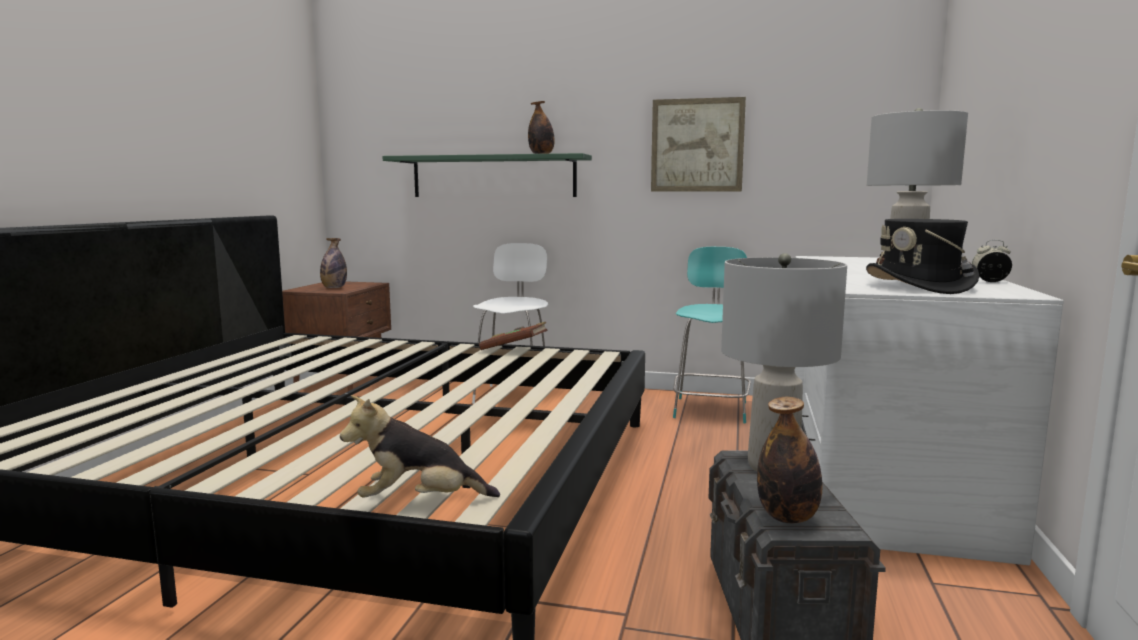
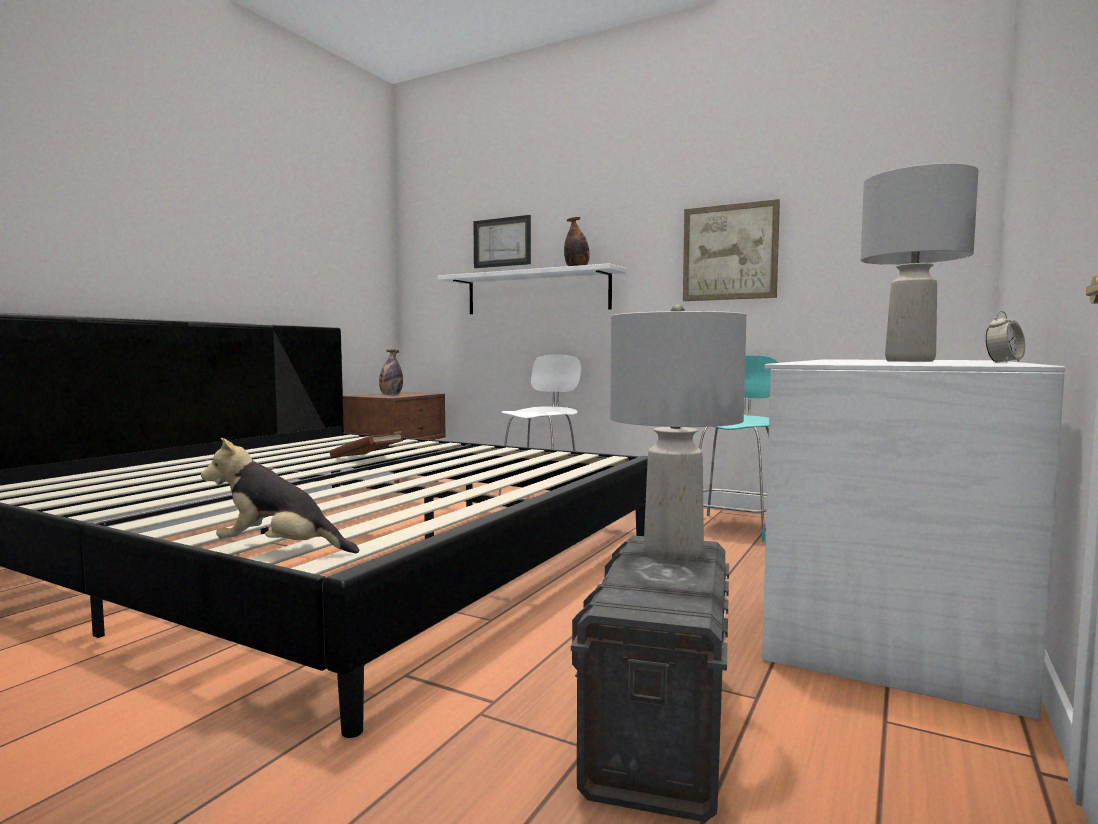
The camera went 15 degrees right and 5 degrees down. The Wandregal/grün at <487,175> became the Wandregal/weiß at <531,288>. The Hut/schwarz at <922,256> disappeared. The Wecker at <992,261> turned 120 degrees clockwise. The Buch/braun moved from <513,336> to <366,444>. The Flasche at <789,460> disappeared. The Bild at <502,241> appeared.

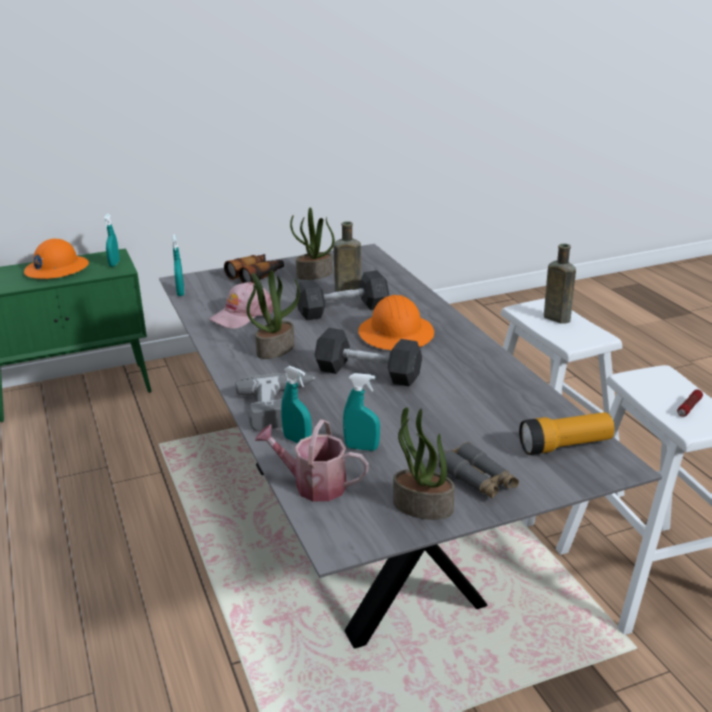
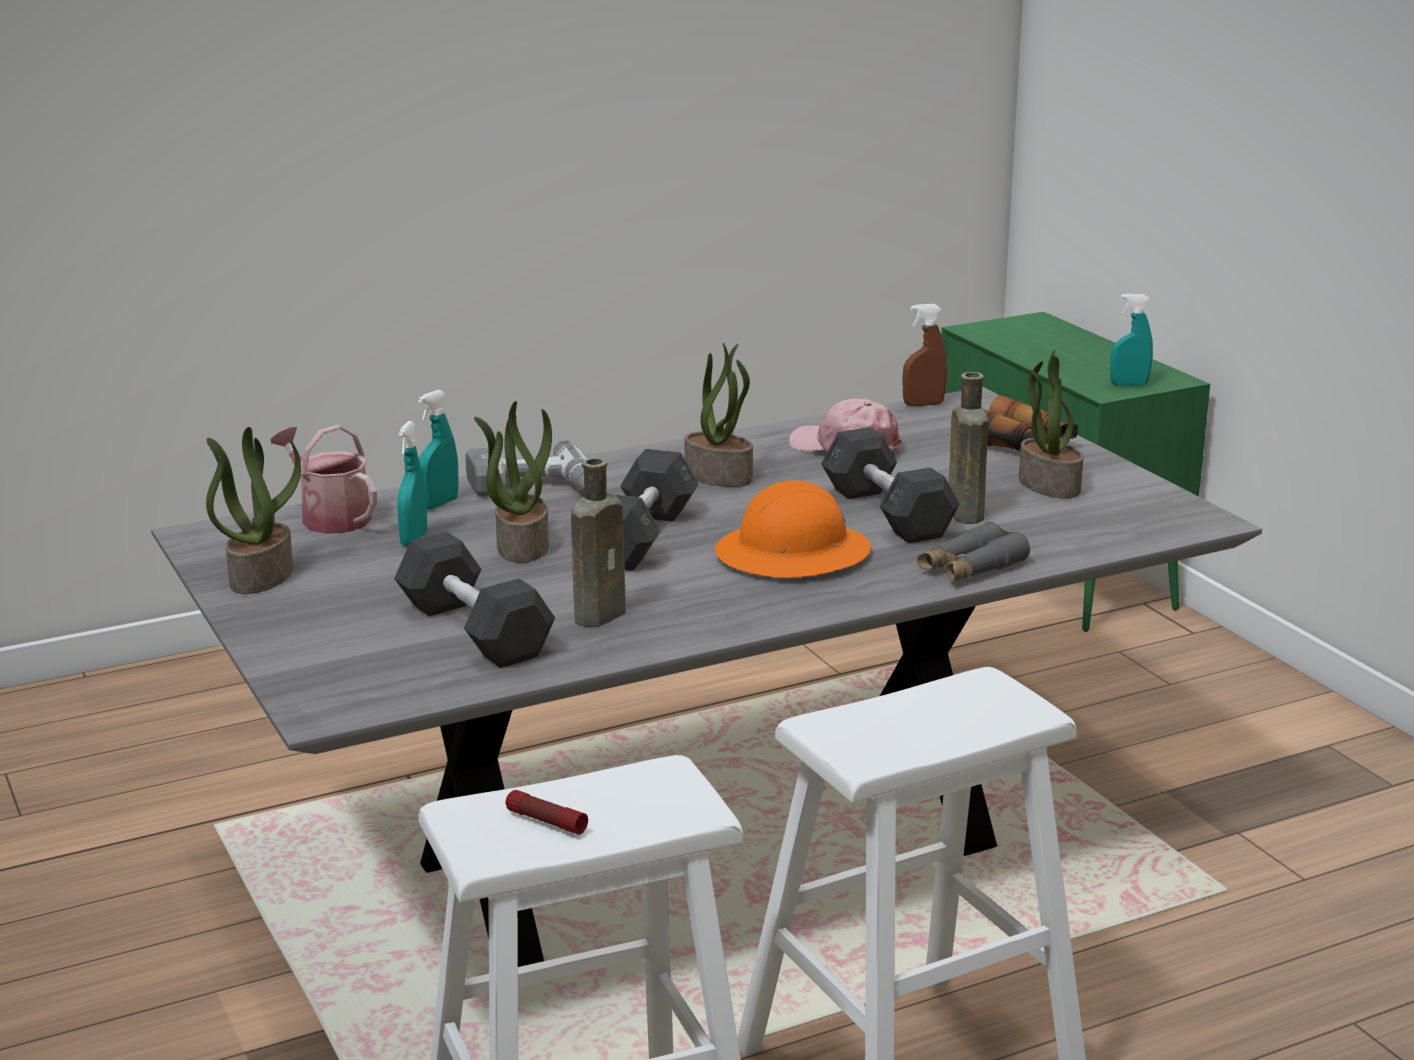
The camera went 85 degrees right and 5 degrees down. The Sprühflasche/türkis at <178,265> became the Sprühflasche/braun at <924,355>. The Schutzhelm/orange at <56,259> disappeared. The Flasche/braun moved from <560,284> to <598,542>. The Taschenlampe at <567,433> disappeared. The Gießkanne at <311,460> turned 60 degrees counterclockwise. The Fernglas/grau moved from <479,470> to <973,551>. The Topfpflanze at <513,482> appeared. The Hantel/grau at <474,600> appeared.

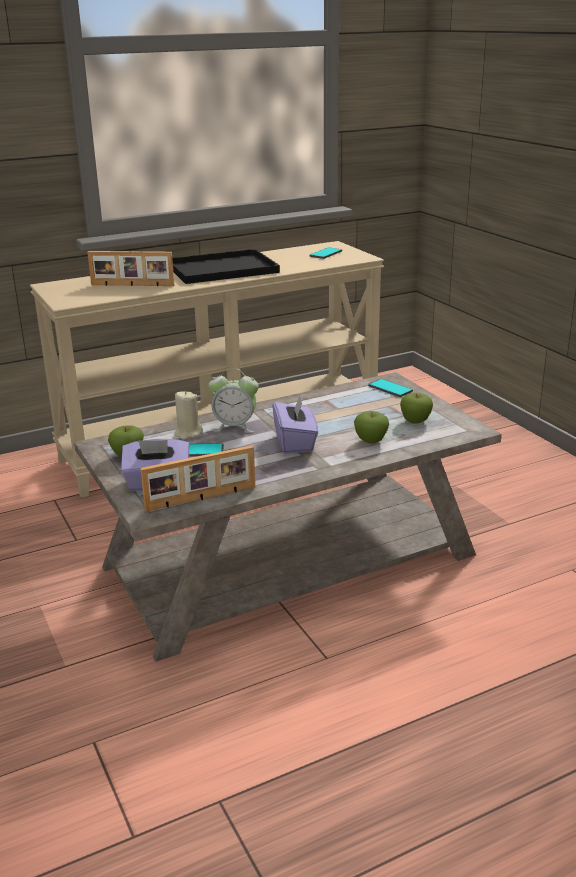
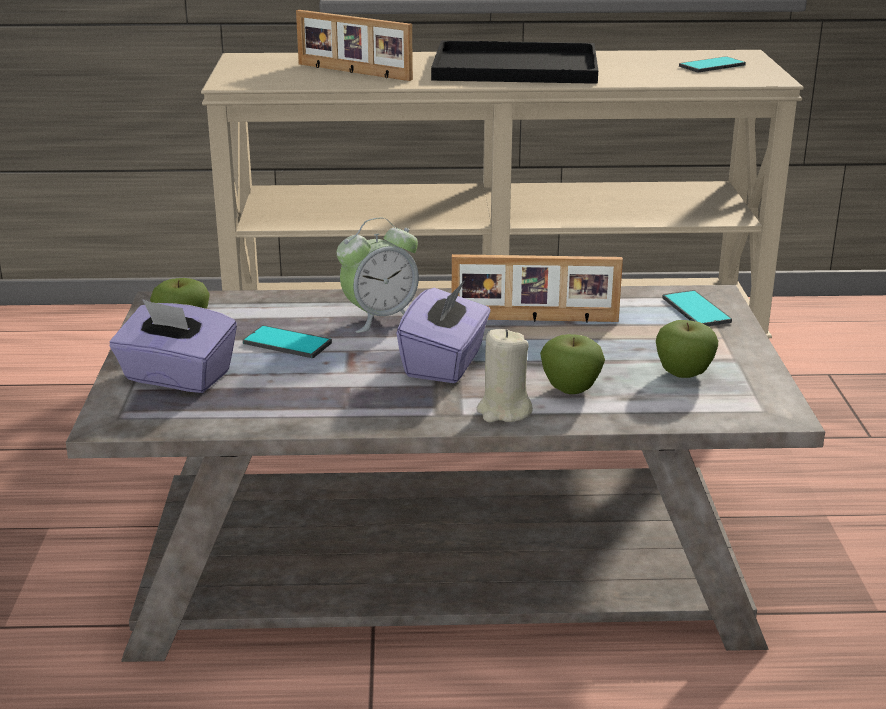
The camera went 25 degrees right and 0 degrees up. The Wecker at <233,400> turned 60 degrees counterclockwise. The Kerze/beige moved from <188,415> to <505,375>. The Bilderrahmen moved from <197,478> to <537,288>.

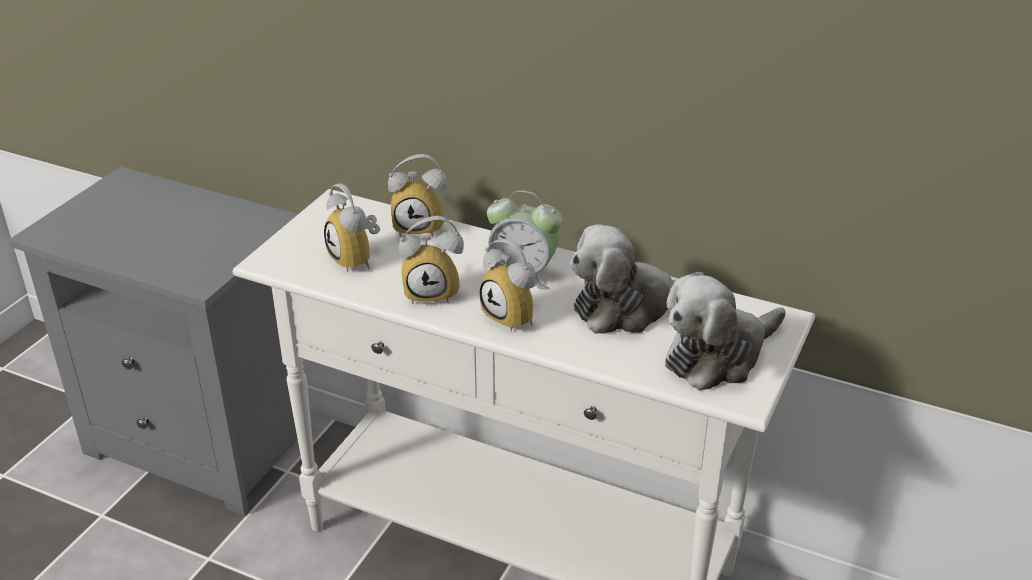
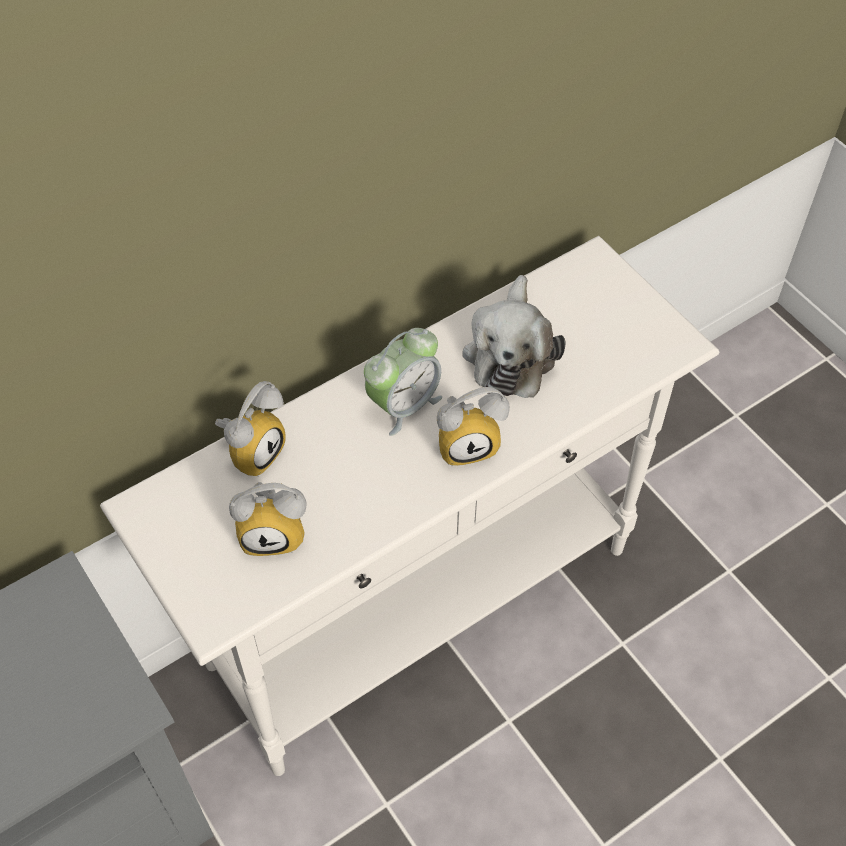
The camera went 60 degrees left and 20 degrees up. The Wecker at <431,260> disappeared. The Plüschtier at <725,333> disappeared.

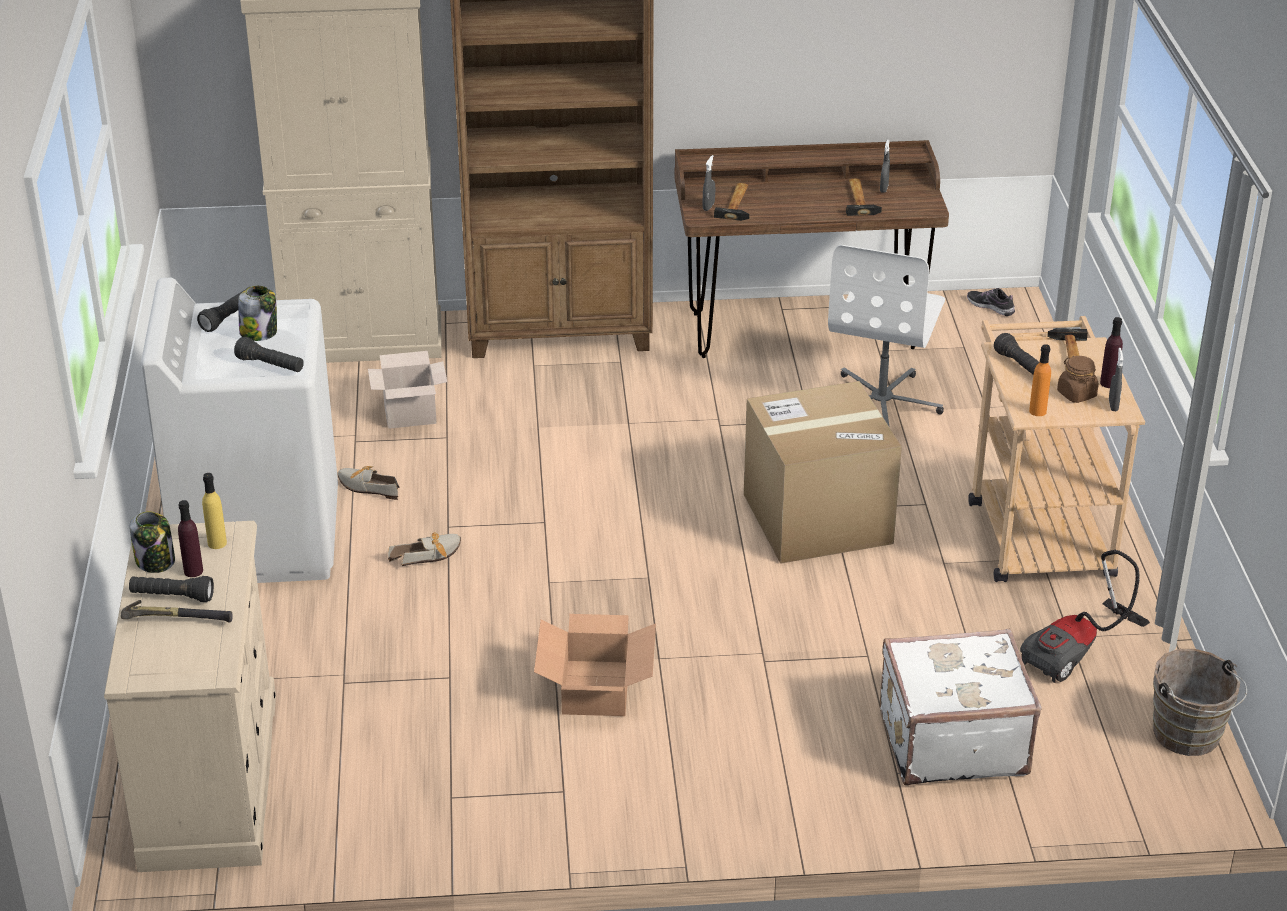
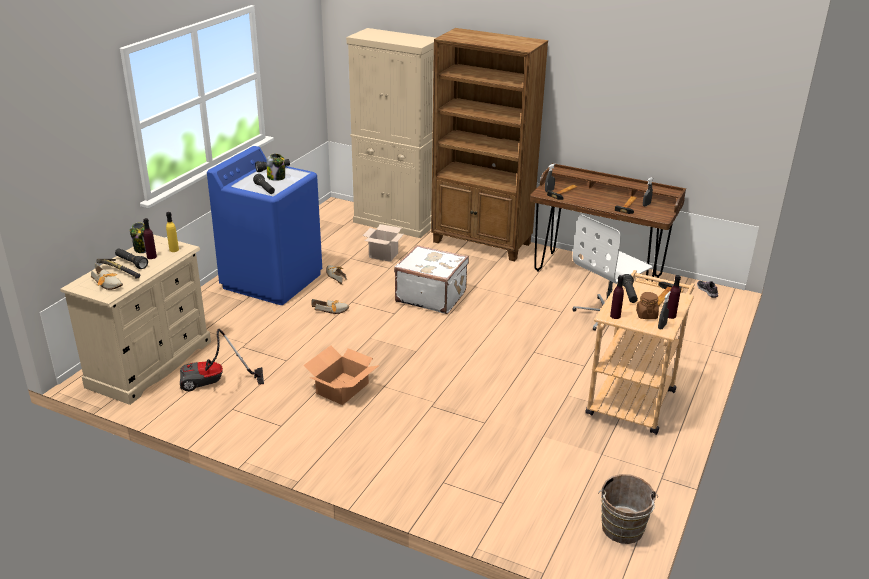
The camera went 30 degrees right and 5 degrees down. The Waschmaschine/weiß at <239,430> became the Waschmaschine/blau at <264,225>. The Flasche/orange at <1040,380> became the Flasche/lila at <617,297>. The Karton at <823,472> disappeared. The Staubsauger moved from <1085,616> to <222,360>. The Koffer/weiß moved from <961,707> to <431,279>. The Schuh at <107,277> appeared.

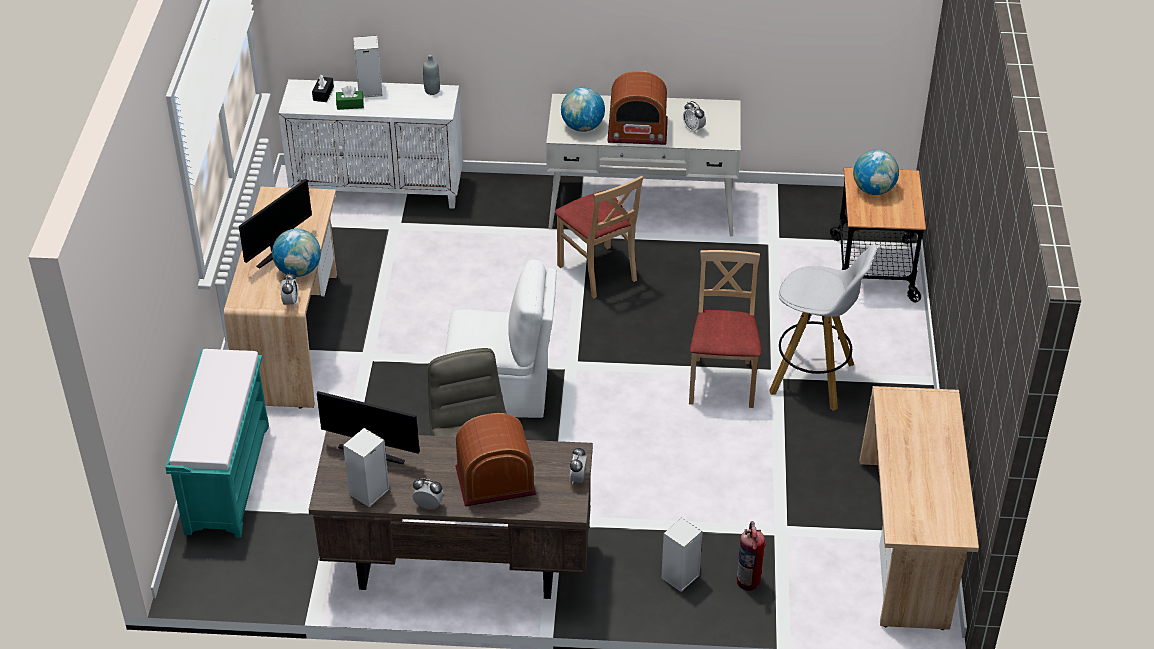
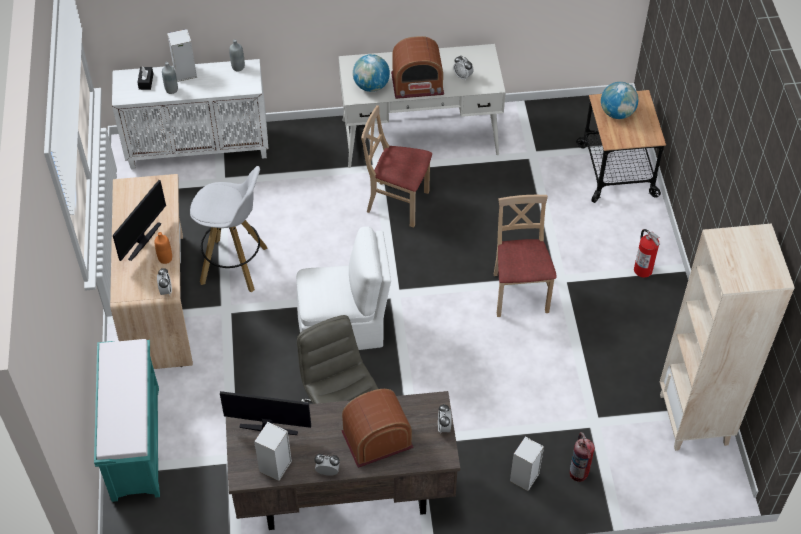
The camera went 10 degrees left and 10 degrees up. The Taschentuchbox/grün at <350,98> was replaced by the Flasche/grau at <170,78>. The Stuhl/beige at <599,237> turned 150 degrees clockwise. The Globus at <296,253> was replaced by the Flasche/orange at <163,248>. The Hocker/weiß moved from <823,327> to <229,229>. The Schreibtisch/beige at <919,508> was replaced by the Bücherregal/beige at <727,337>. The Feuerlöscher at <647,253> appeared.

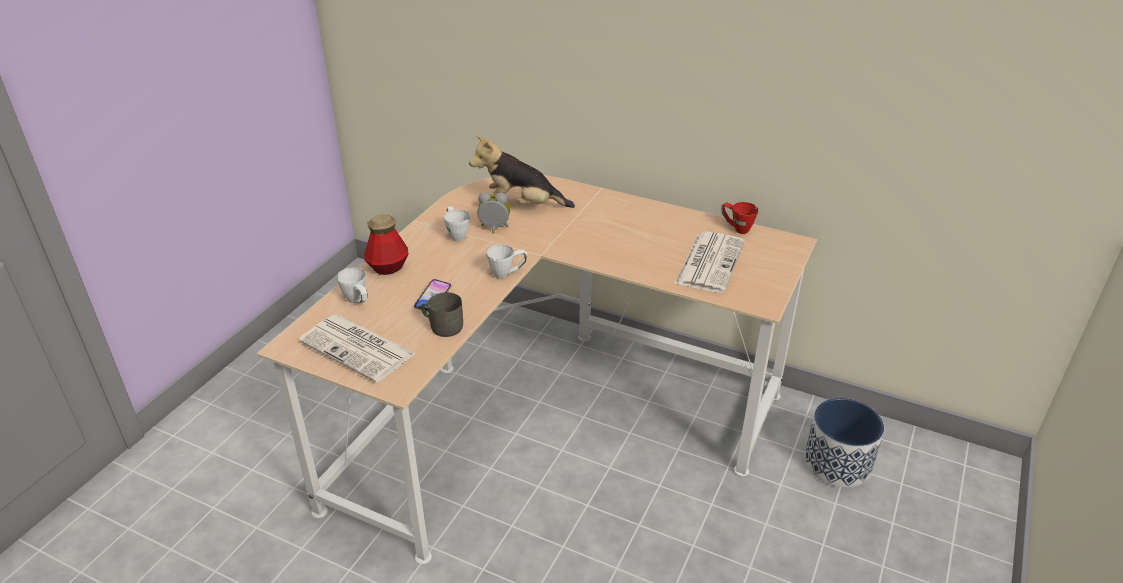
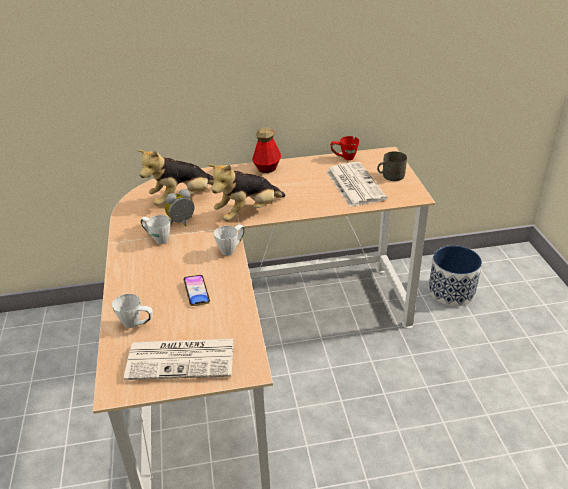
The camera went 35 degrees left and 0 degrees up. The Flasche moved from <386,244> to <266,150>. The Henkelbecher/grau moved from <442,314> to <392,166>. The Plüschtier at <246,192> appeared.

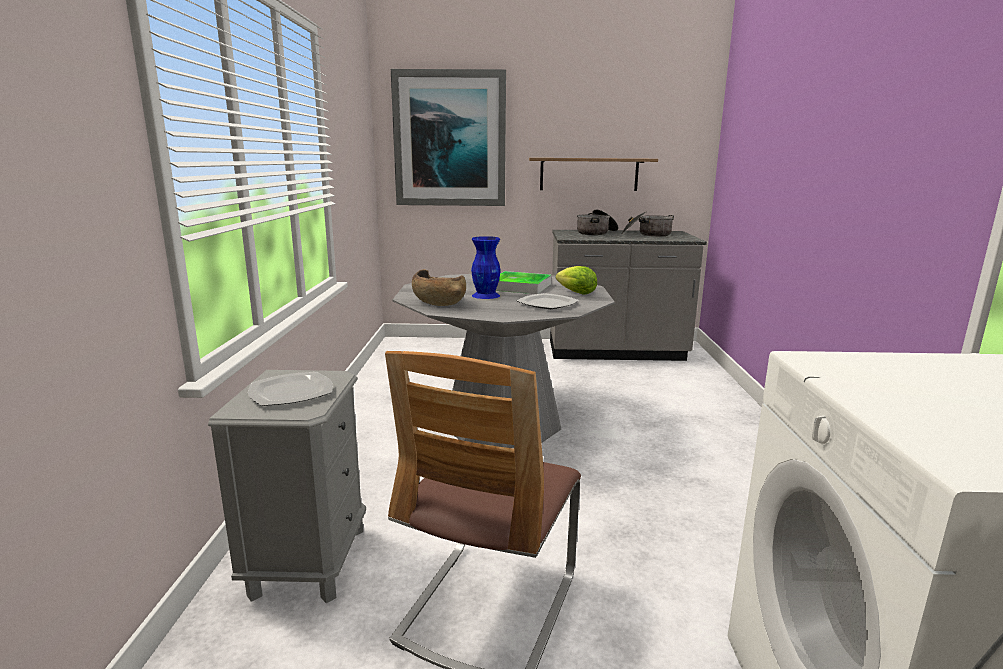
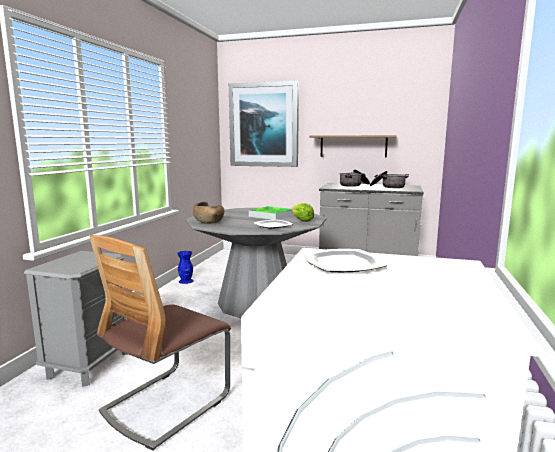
The camera went 15 degrees right and 5 degrees down. The Vase/blau moved from <486,267> to <185,267>. The Teller moved from <290,389> to <346,260>.

